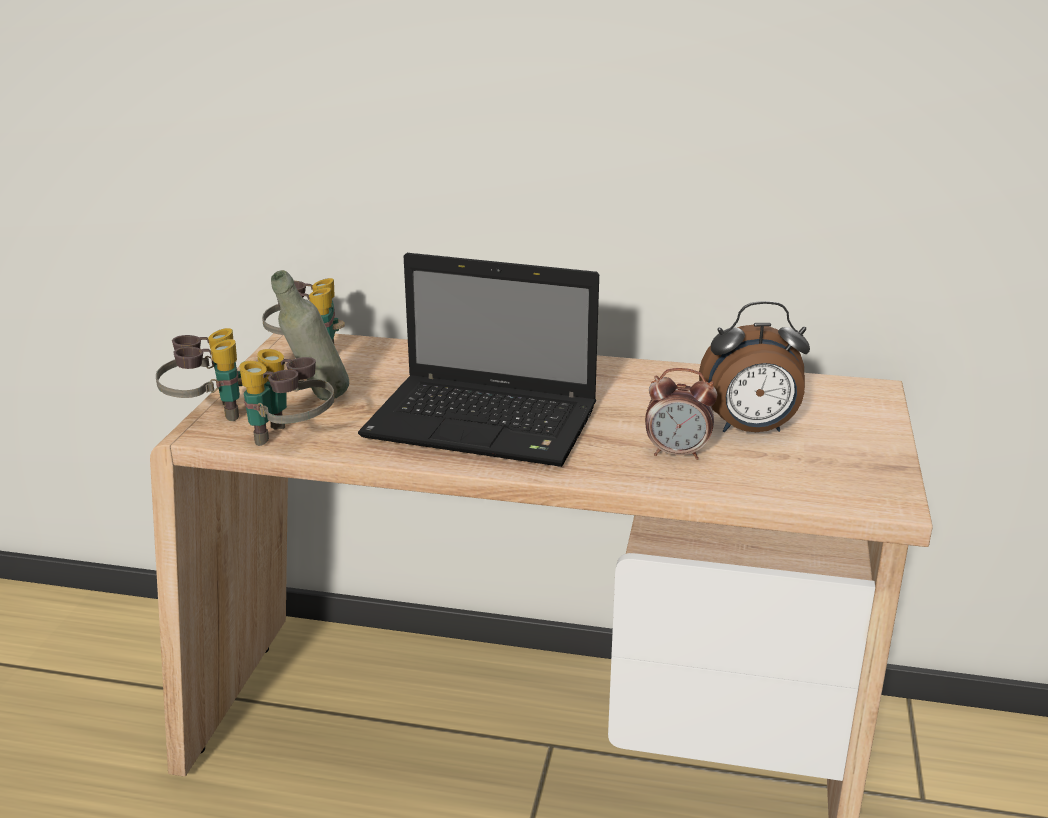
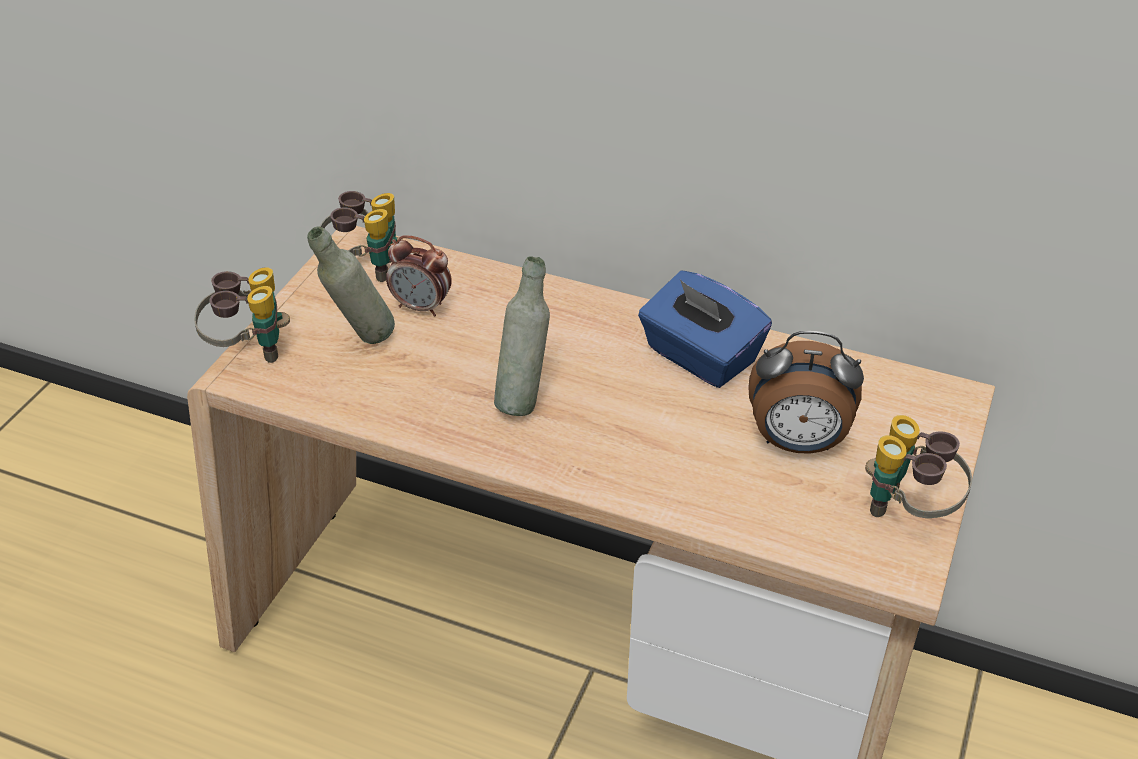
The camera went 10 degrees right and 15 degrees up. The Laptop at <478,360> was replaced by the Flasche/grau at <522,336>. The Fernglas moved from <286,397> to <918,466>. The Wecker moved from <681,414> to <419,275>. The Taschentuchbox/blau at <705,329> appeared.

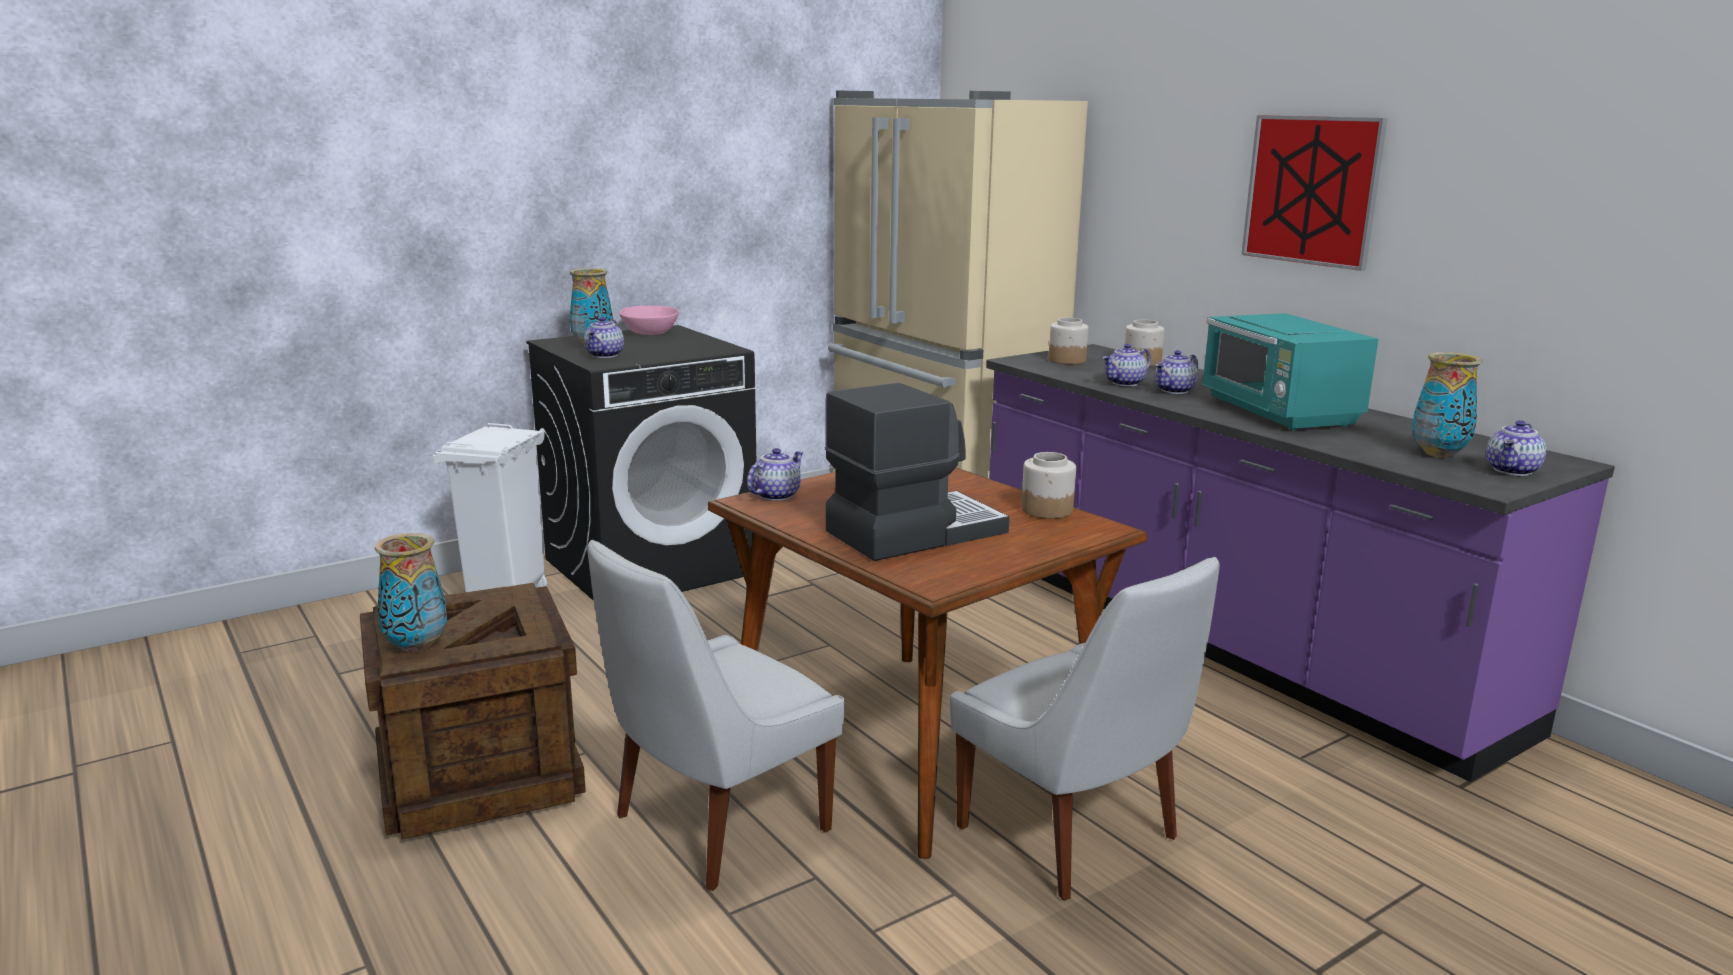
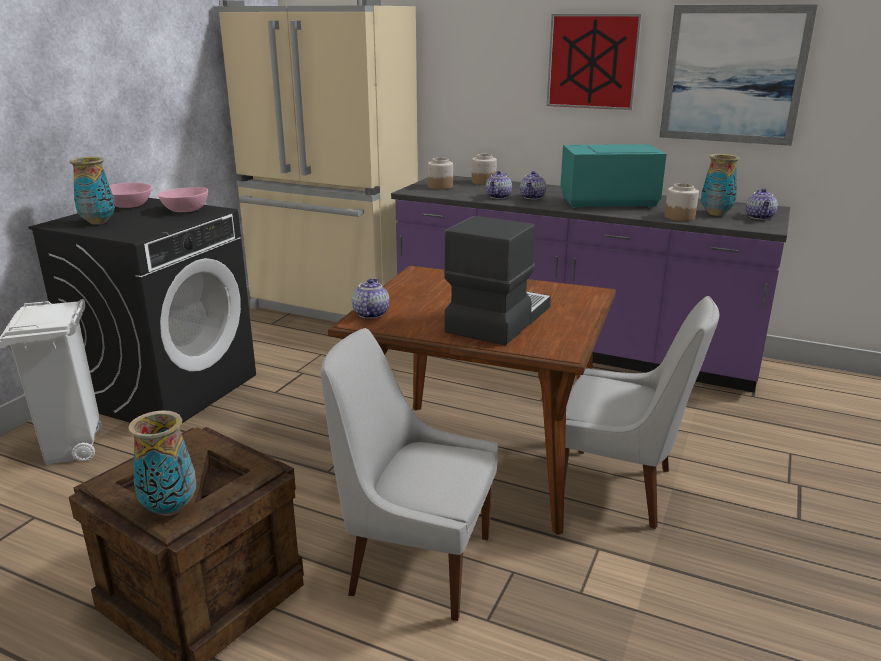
The camera went 30 degrees left and 5 degrees up. The Mikrowelle/türkis at <1290,372> turned 135 degrees clockwise. The Teekanne at <604,337> disappeared. The Vorratsglas moved from <1048,485> to <682,202>. The Stuhl/weiß at <716,715> turned 90 degrees clockwise. The Bild at <738,75> appeared. The Schüssel/rosa at <183,199> appeared.

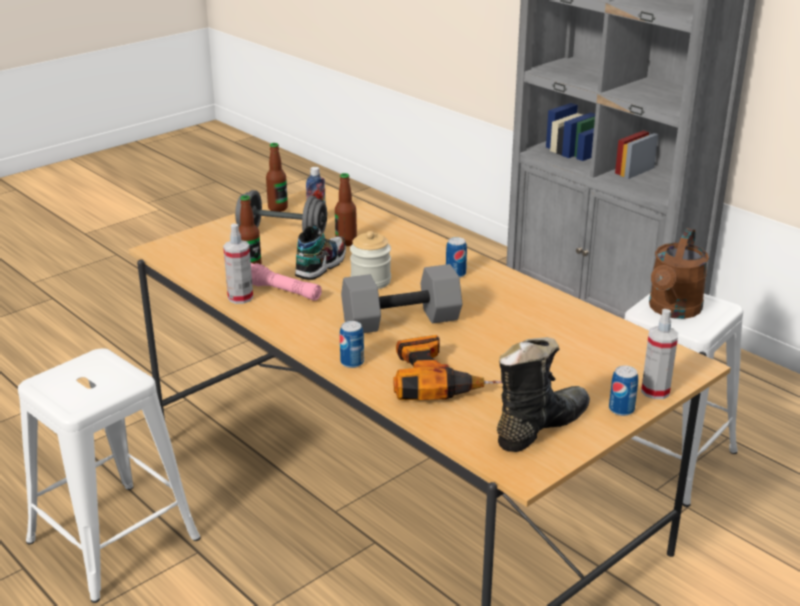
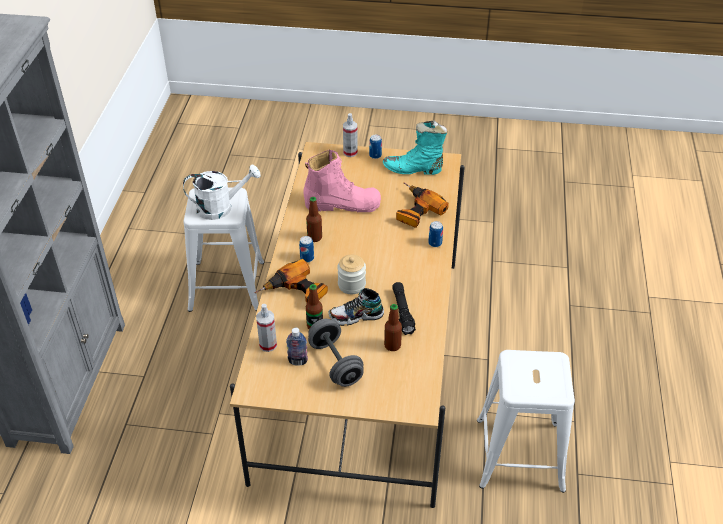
The camera went 130 degrees left and 15 degrees up. The Flasche moved from <277,177> to <314,219>. The Sprühflasche moved from <238,263> to <266,328>. The Gießkanne/braun at <679,273> became the Gießkanne/weiß at <222,192>. The Taschenlampe/rosa at <286,282> became the Taschenlampe/schwarz at <404,308>. The Hantel/grau at <401,298> disappeared. The Stiefel/schwarz at <543,394> became the Stiefel/türkis at <415,147>. The Stiefel/rosa at <342,181> appeared. The Bohrmaschine at <291,281> appeared.

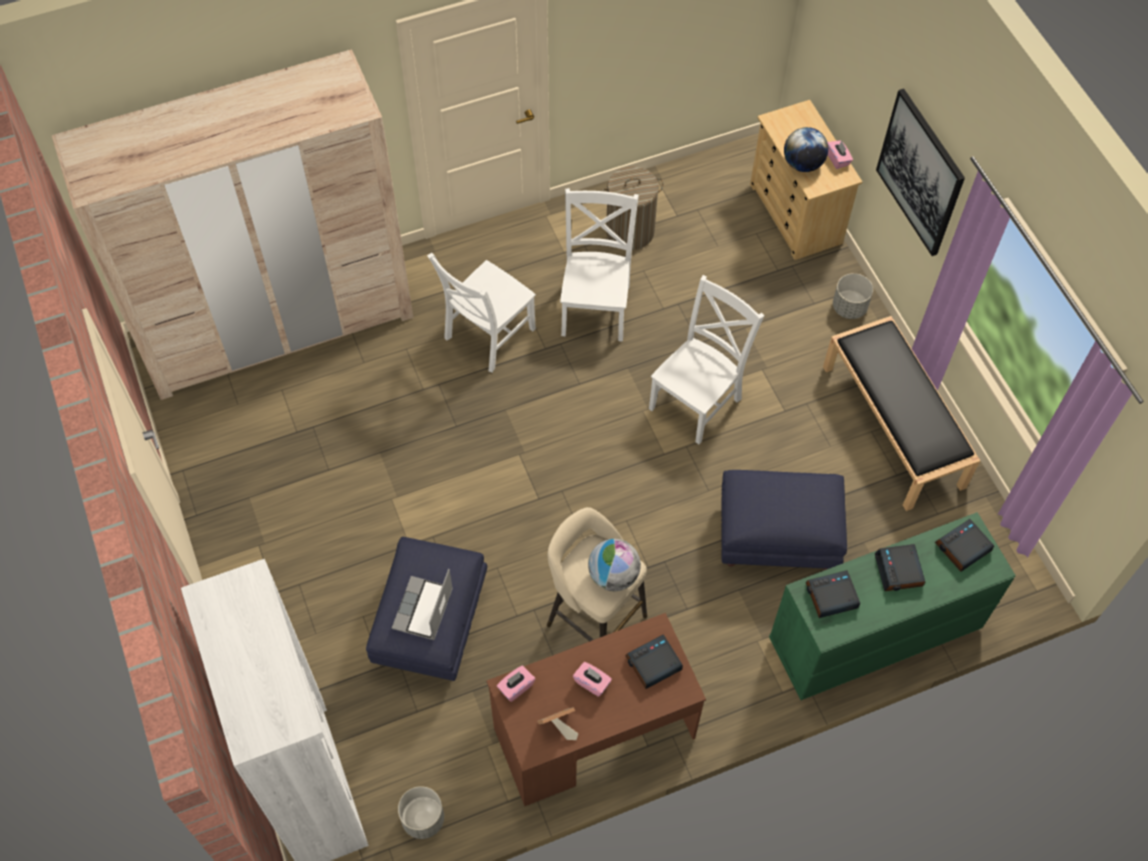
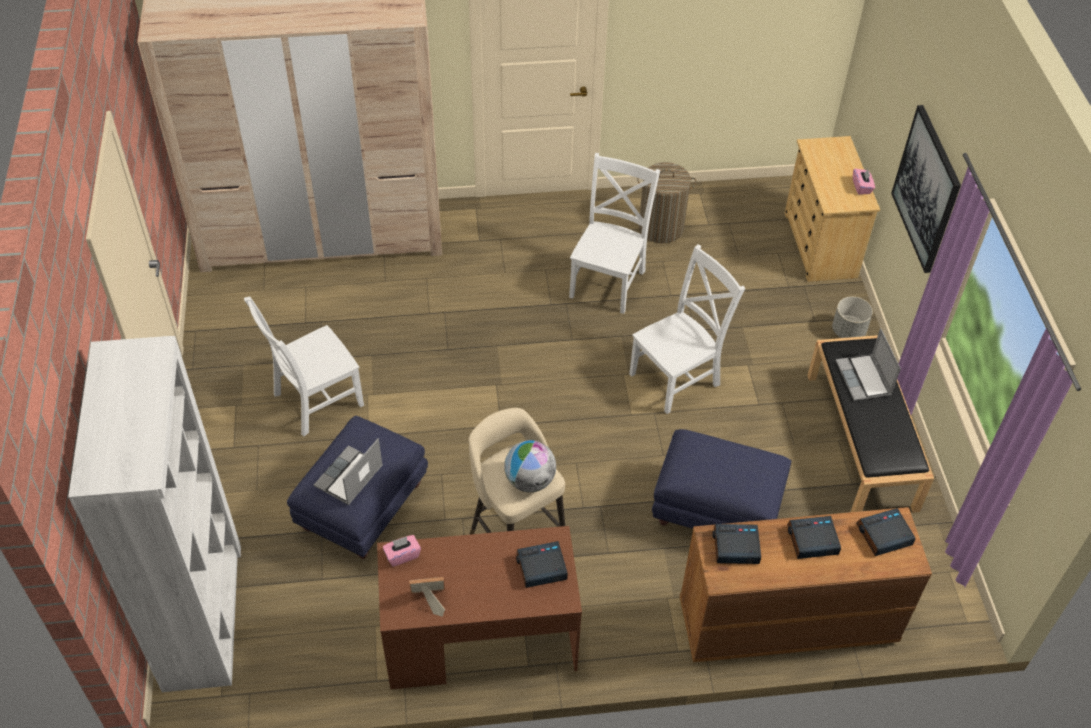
The camera went 15 degrees right and 10 degrees down. The Globus at <806,149> disappeared. The Stuhl/weiß moved from <481,313> to <304,366>. The Kommode/grün at <892,606> became the Kommode/braun at <806,584>. The Wecker at <900,567> turned 75 degrees clockwise. The Taschentuchbox/rosa at <592,679> disappeared. The Pflanzkübel/grau at <421,812> disappeared. The Laptop at <868,364> appeared.

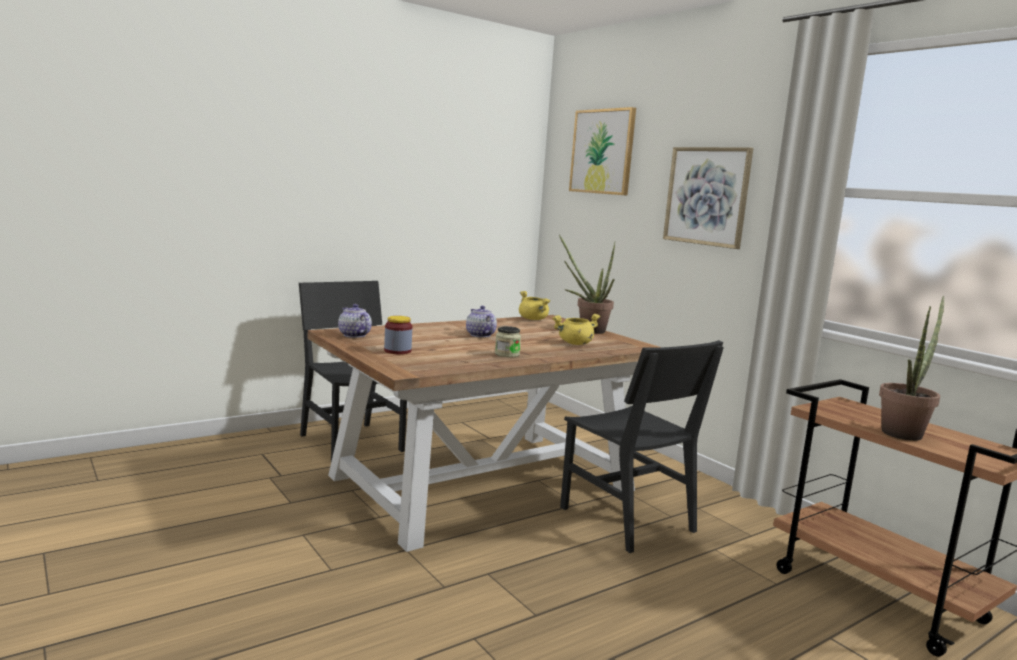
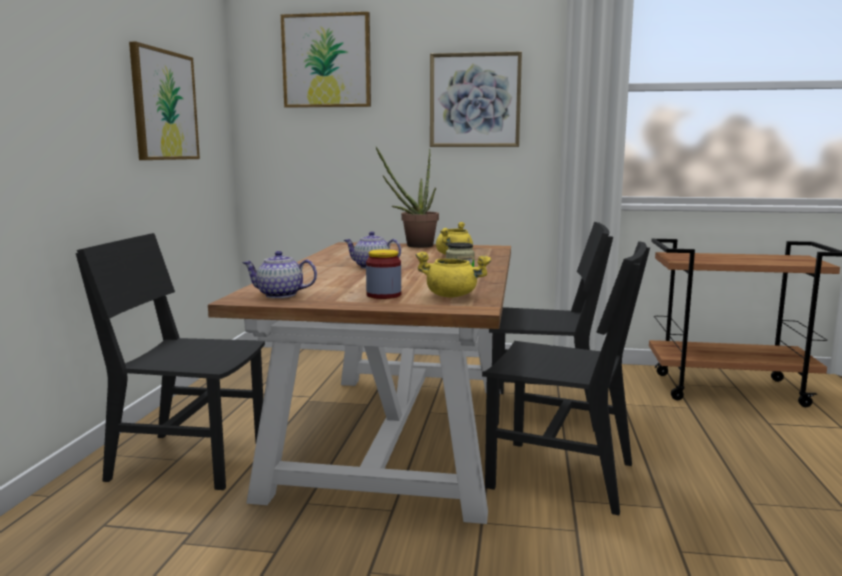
The camera went 45 degrees left and 0 degrees up. The Kochtopf/gelb moved from <534,305> to <453,274>. The Topfpflanze at <911,368> disappeared. The Bild at <164,101> appeared. The Stuhl/schwarz at <566,378> appeared.

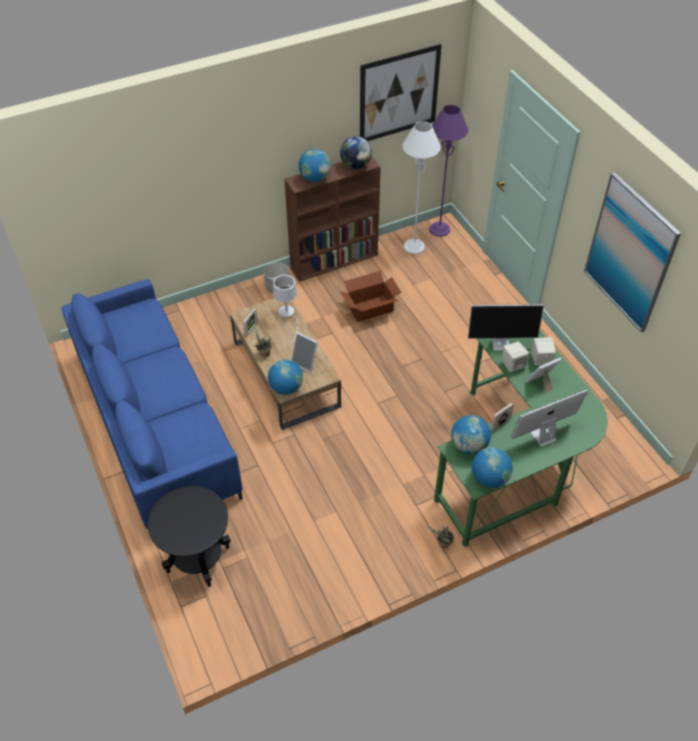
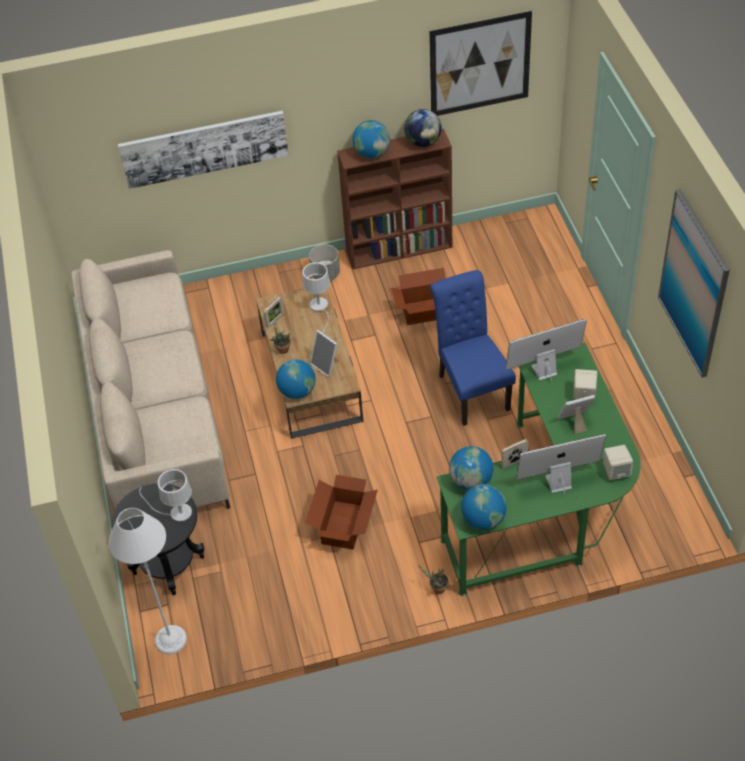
The camera went 15 degrees right and 0 degrees up. The Stehlampe/lila at <448,171> disappeared. The Stehlampe/weiß moved from <422,187> to <147,581>. The Sofa/blau at <152,404> became the Sofa/beige at <150,380>. The Monitor at <506,327> turned 150 degrees clockwise. The Lautsprecher/beige moved from <515,356> to <618,462>. The Bild at <203,150> appeared. The Stuhl/blau at <473,348> appeared. The Tischlampe/weiß at <165,495> appeared. The Karton at <341,512> appeared.

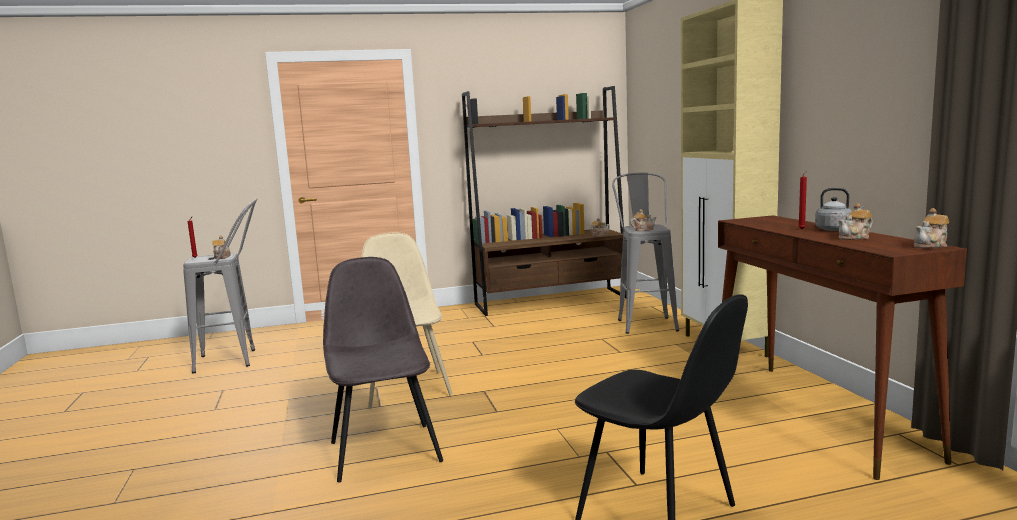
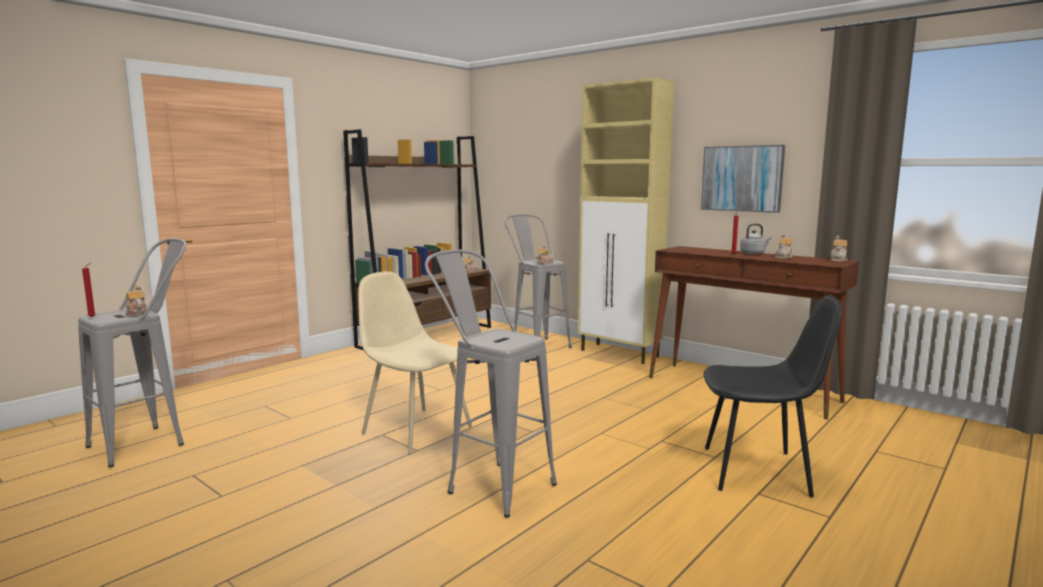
The camera went 35 degrees left and 0 degrees up. The Stuhl/grau at <383,369> was replaced by the Hocker/grau at <491,383>. The Bild at <743,179> appeared.

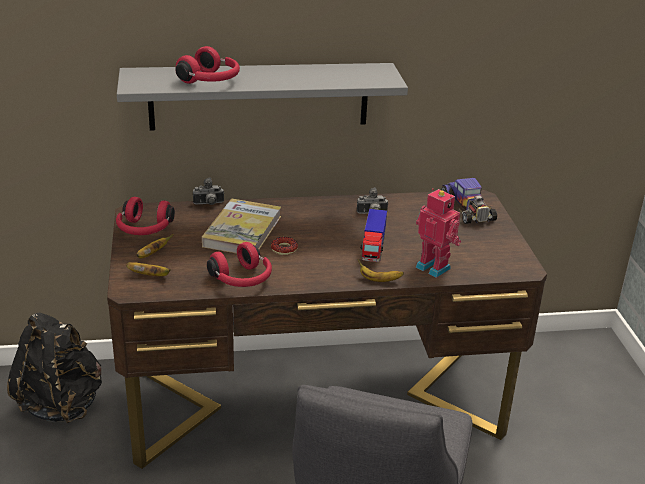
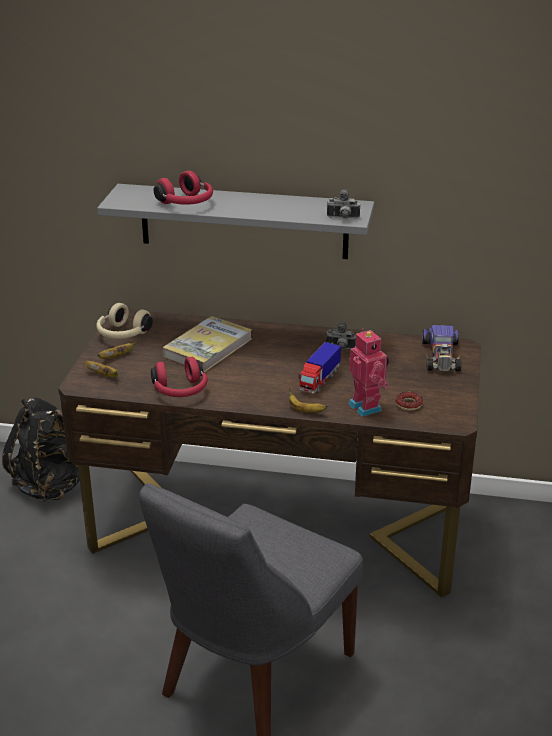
The camera went 20 degrees right and 0 degrees up. The Kamera moved from <208,191> to <343,204>. The Kopfhörer/rot at <145,216> became the Kopfhörer/beige at <124,321>. The Donut moved from <284,246> to <409,401>.

